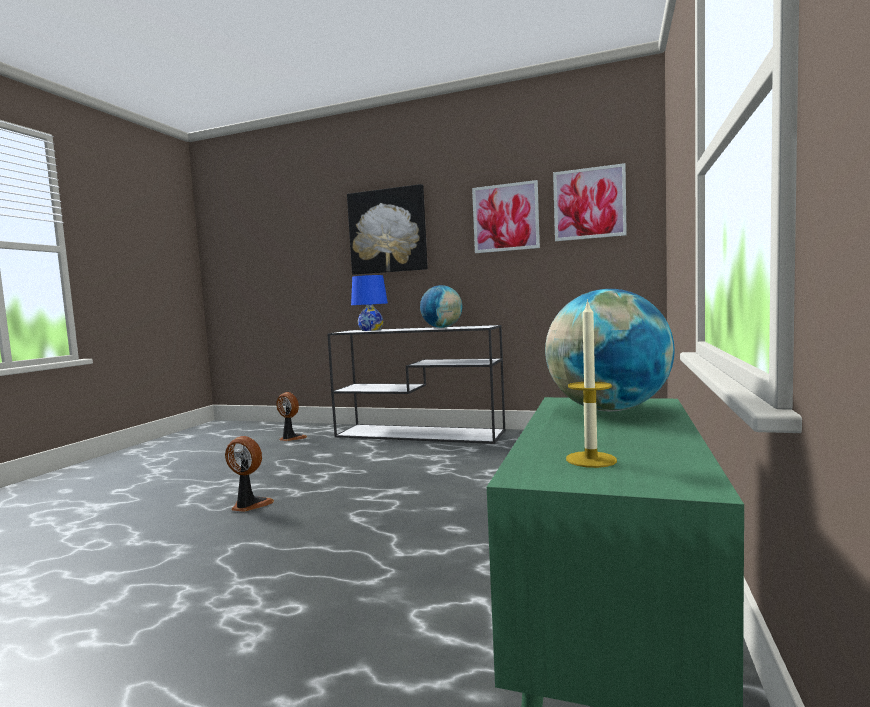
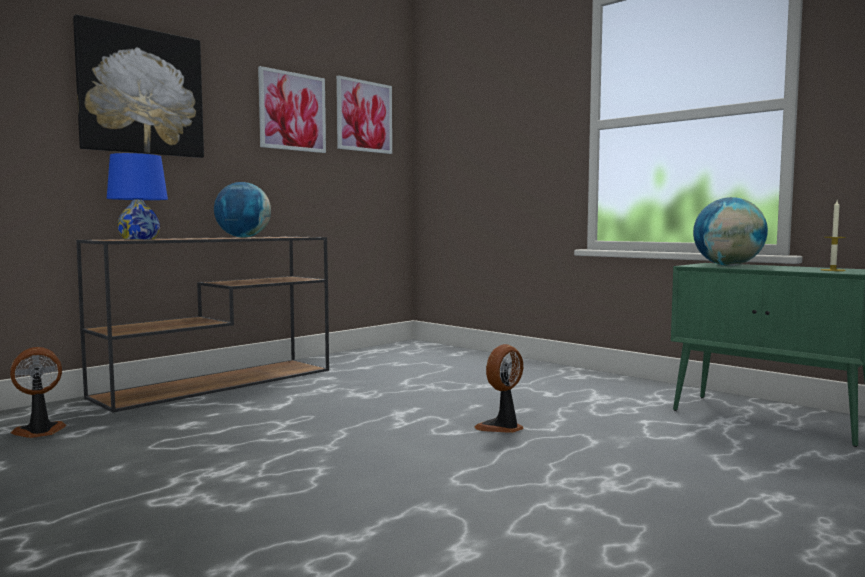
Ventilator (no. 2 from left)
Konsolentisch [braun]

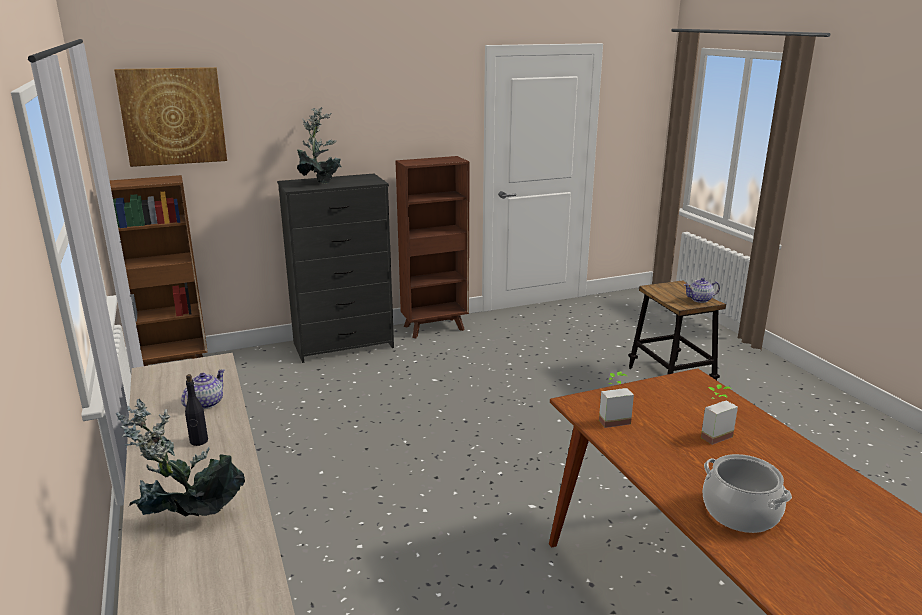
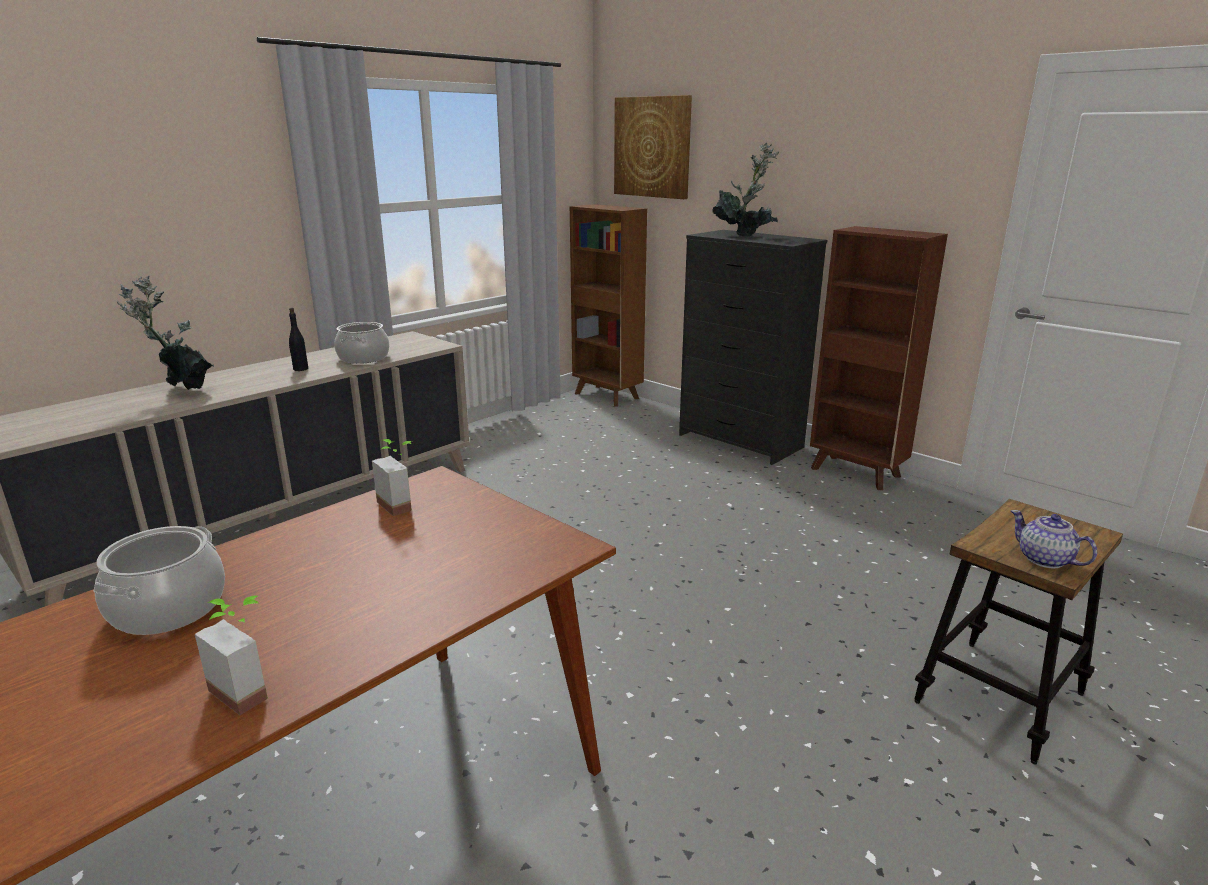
Topfpflanze (no. 2 from left)
Kochtopf (no. 2 from left)

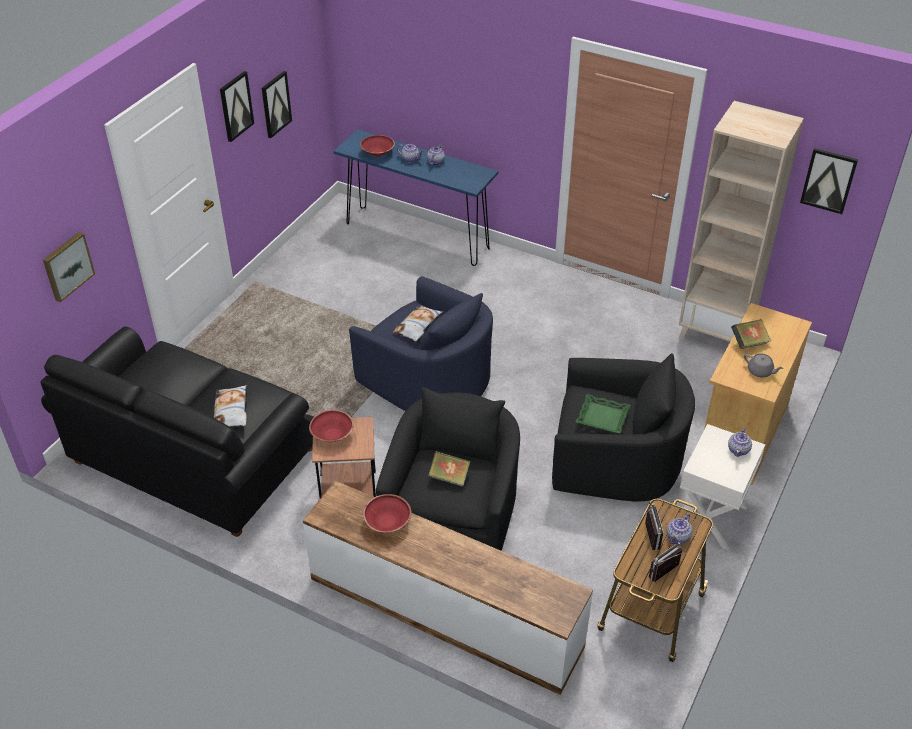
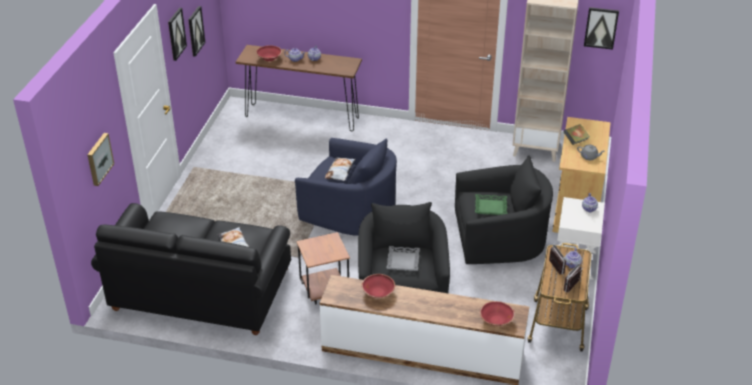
Schüssel [rot] (no. 3 from left)
Tablett [grau]
Konsolentisch [braun]

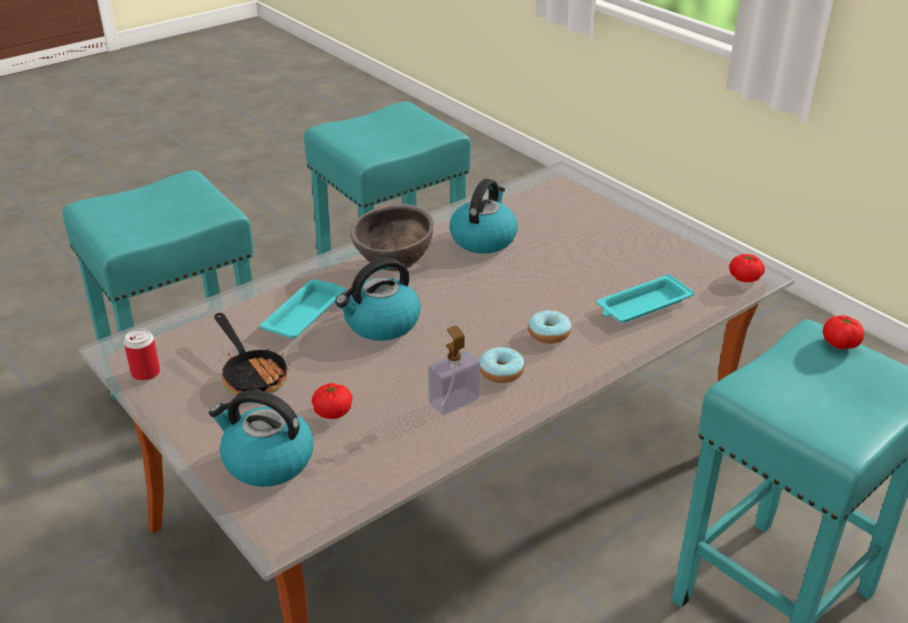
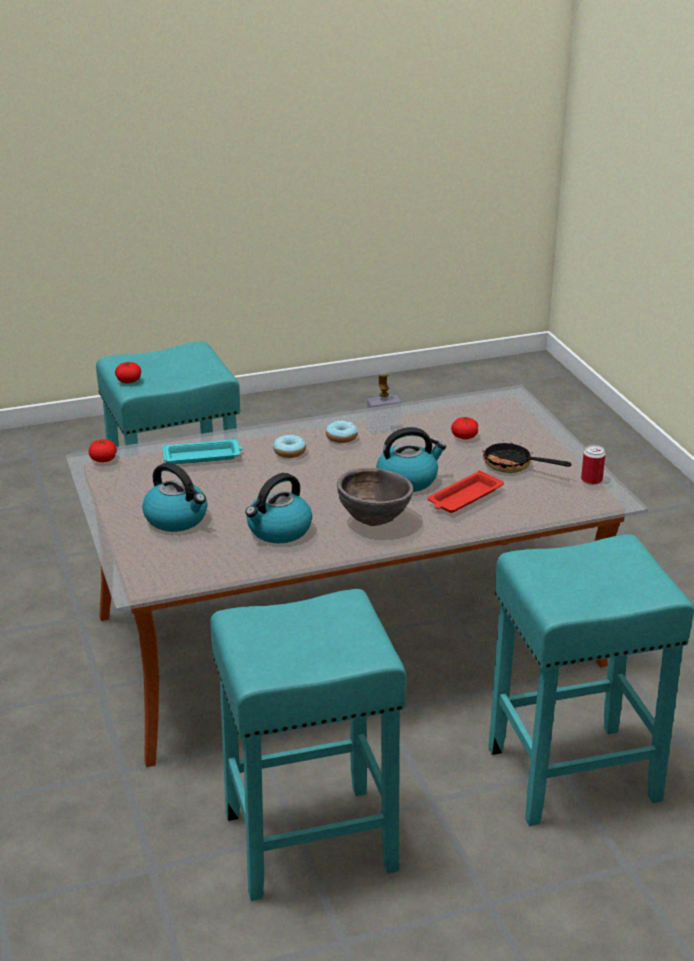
Wasserkessel (no. 1 from left)
Tablett [rot]
Pfanne

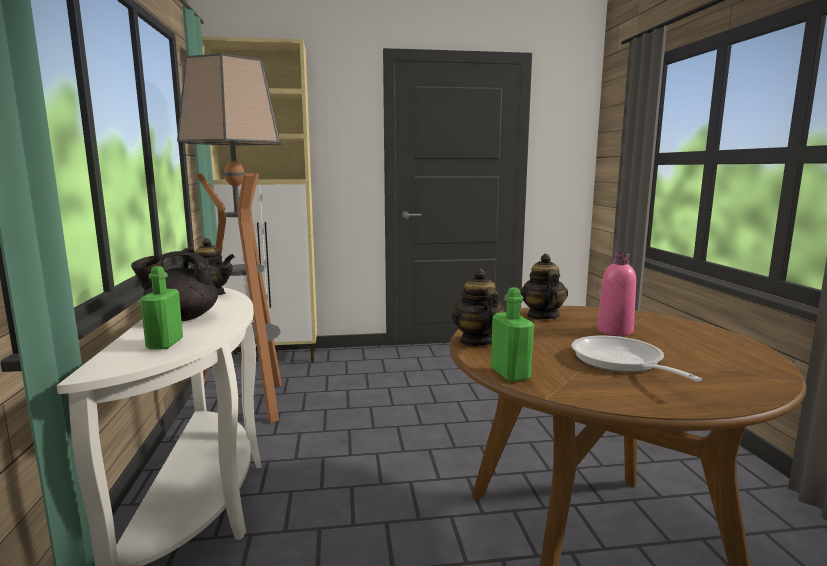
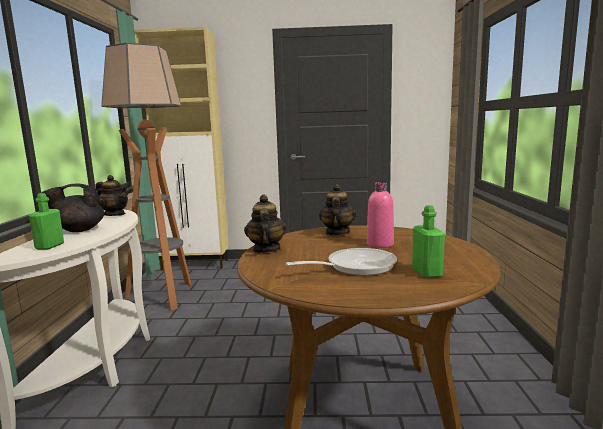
Flasche [grün] (no. 2 from left)
Pfanne

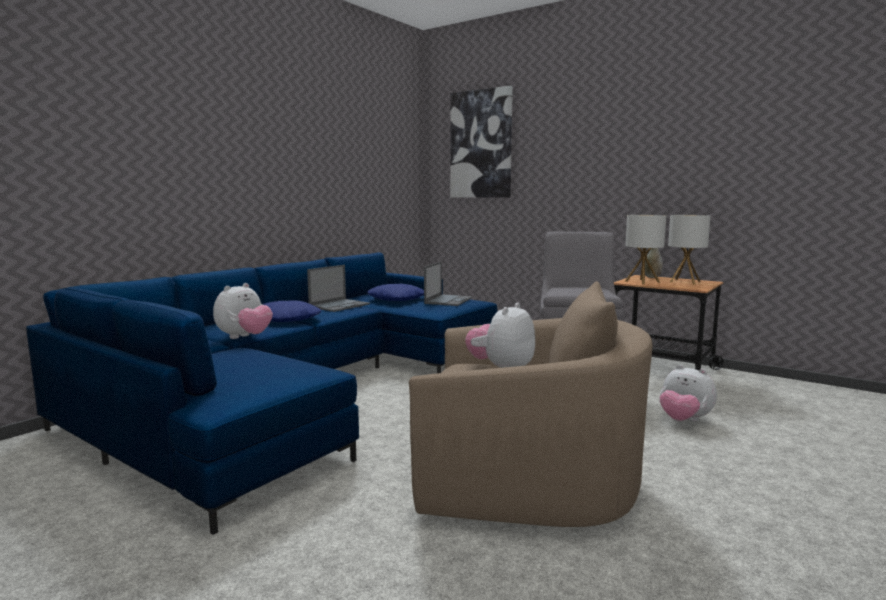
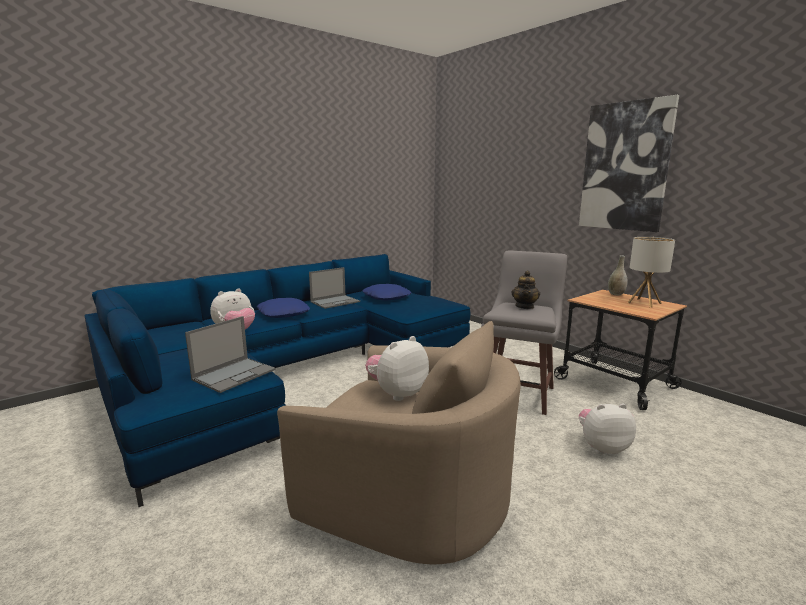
Tischlampe (no. 1 from left in the first image)
Teekanne
Laptop (no. 1 from left)
Bild
Plüschtier (no. 3 from left)

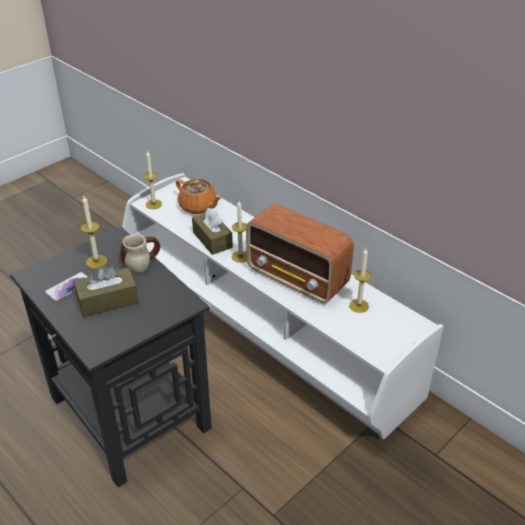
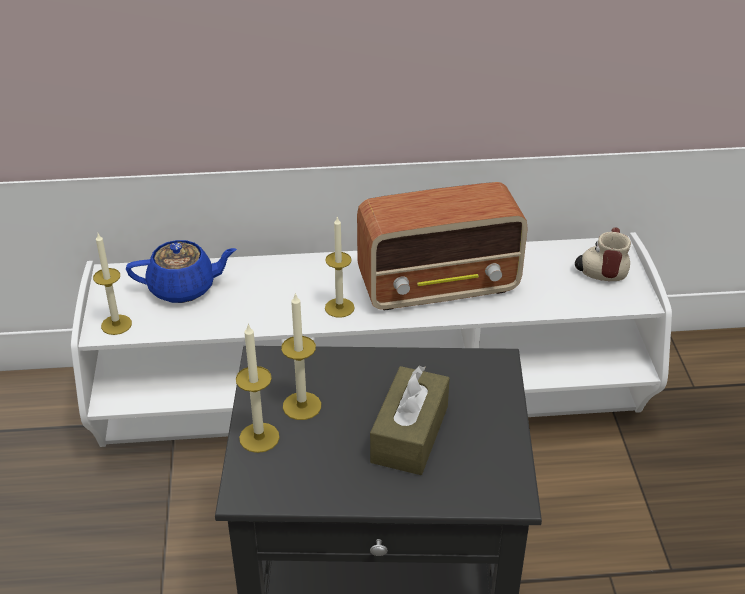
Handy
Taschentuchbox [braun] (no. 2 from left in the first image)
Henkelbecher
Kerze (no. 2 from left)
Teekanne [blau]

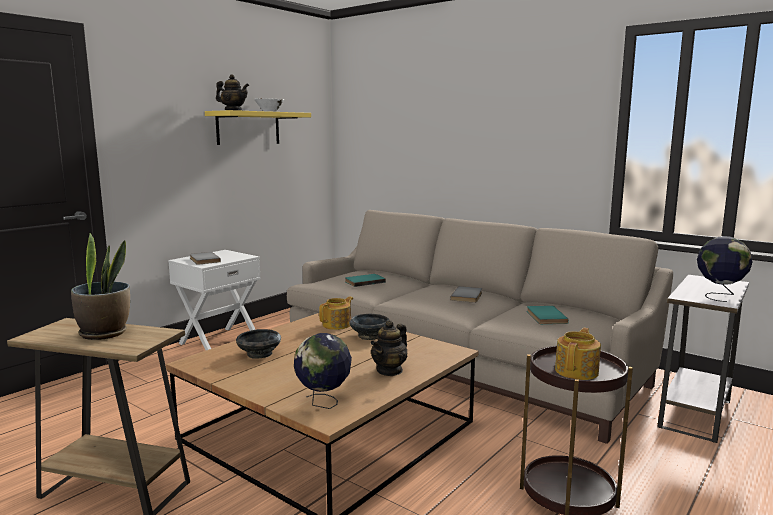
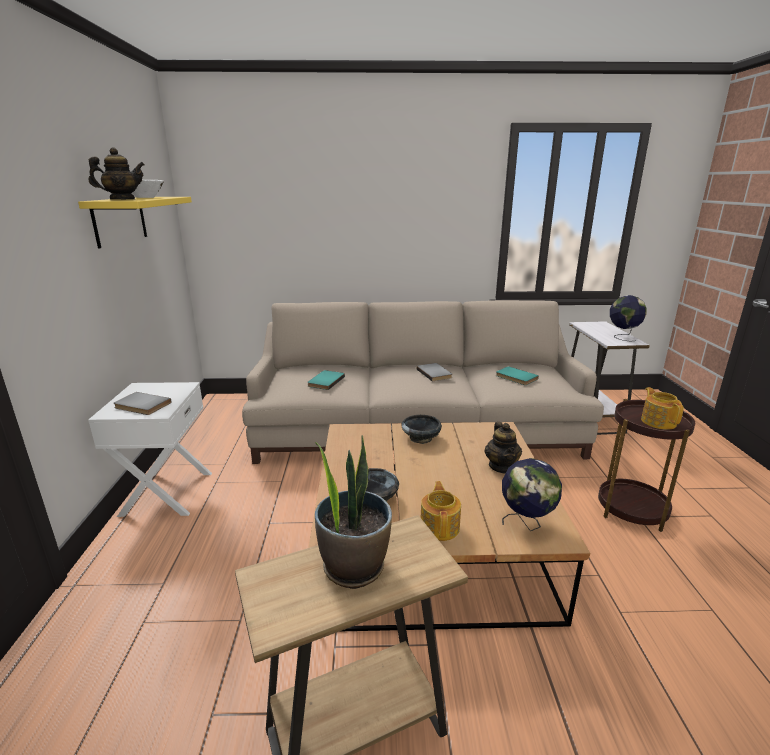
Teekanne (no. 2 from left)

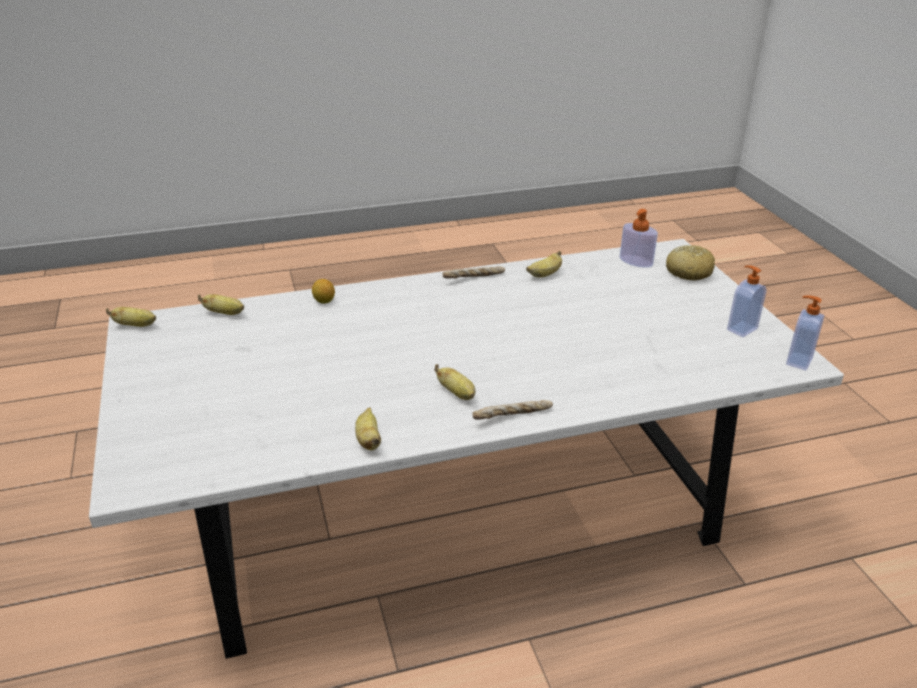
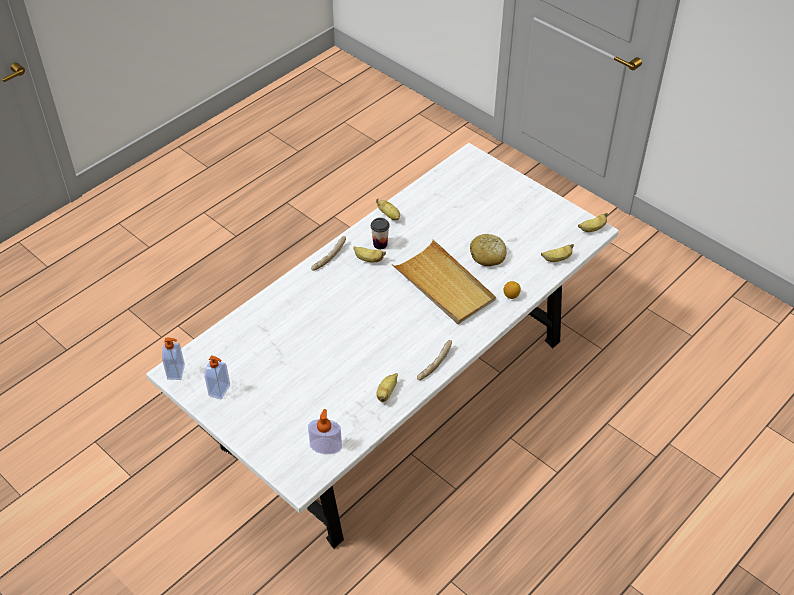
Tasse
Tablett [beige]
Brot (no. 3 from left)

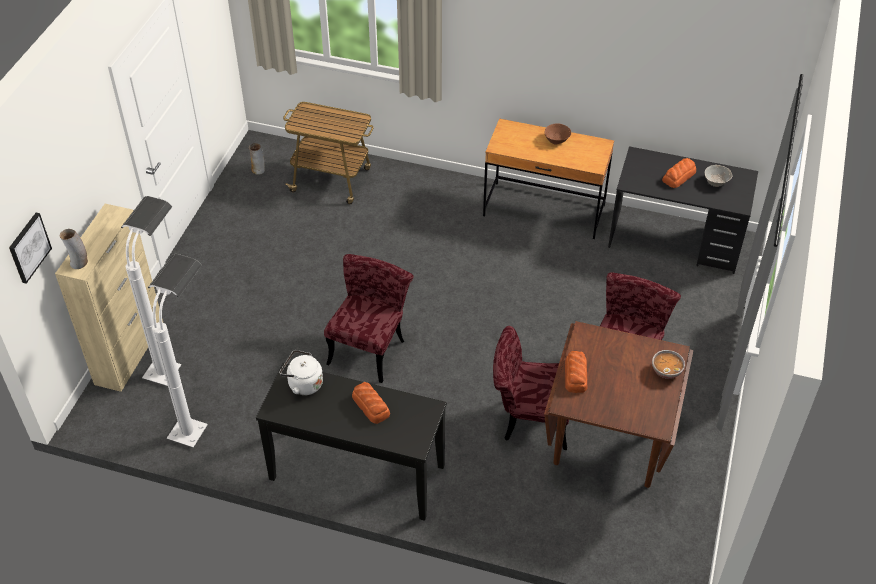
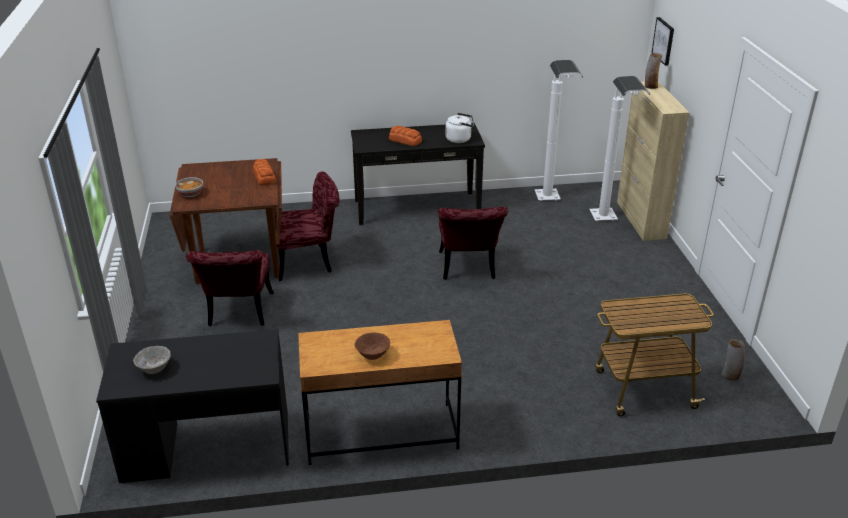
Brot (no. 3 from left in the first image)

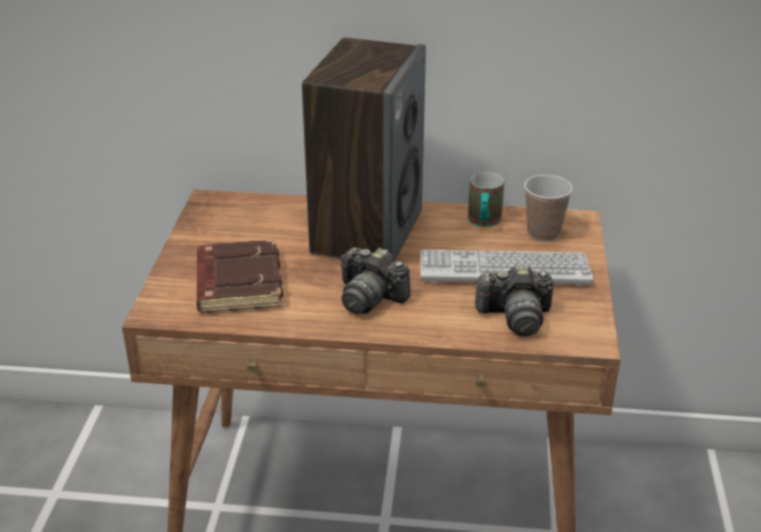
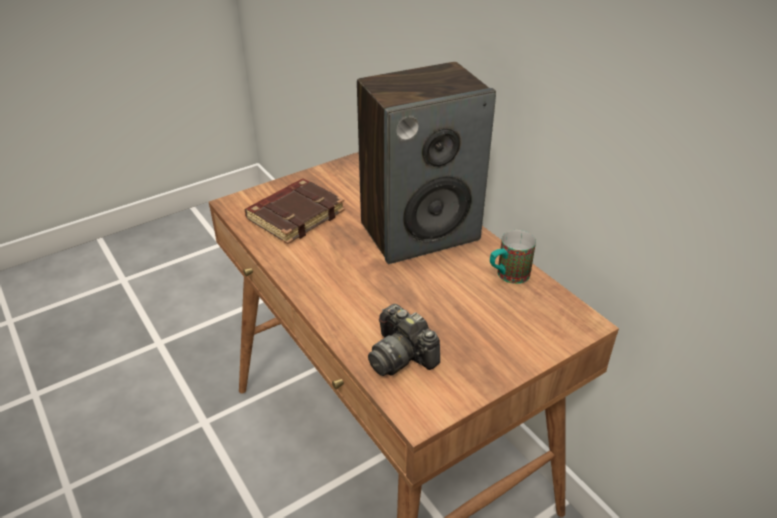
Kamera (no. 1 from left in the first image)
Tastatur
Tasse

